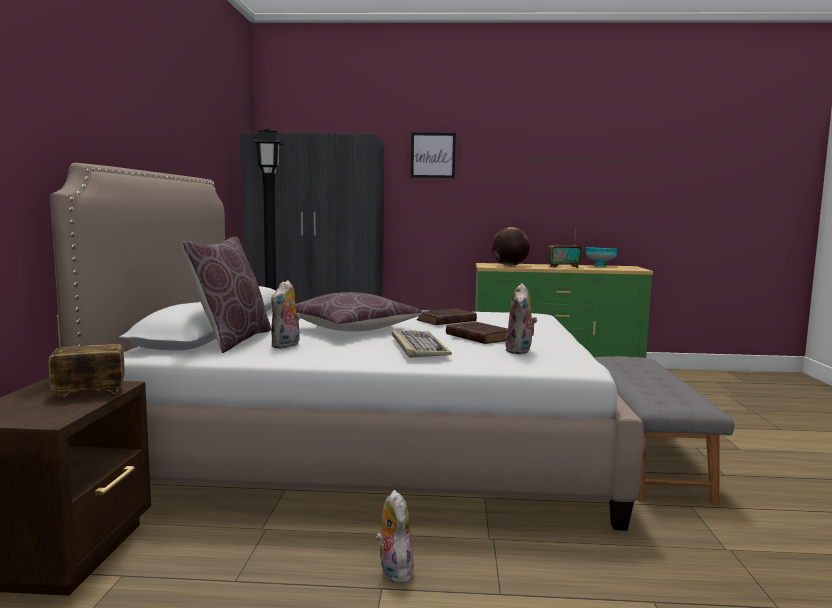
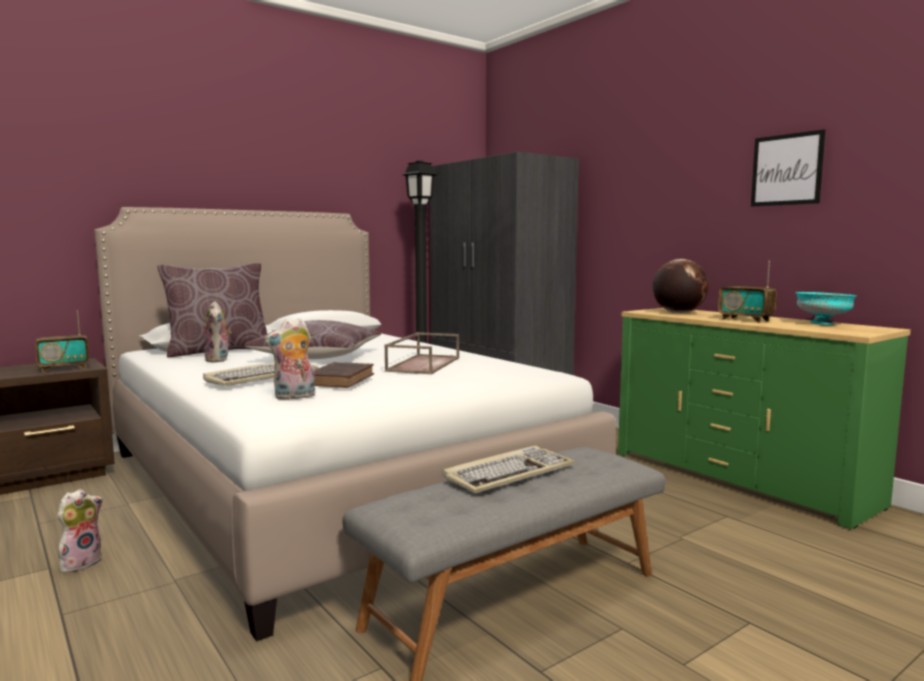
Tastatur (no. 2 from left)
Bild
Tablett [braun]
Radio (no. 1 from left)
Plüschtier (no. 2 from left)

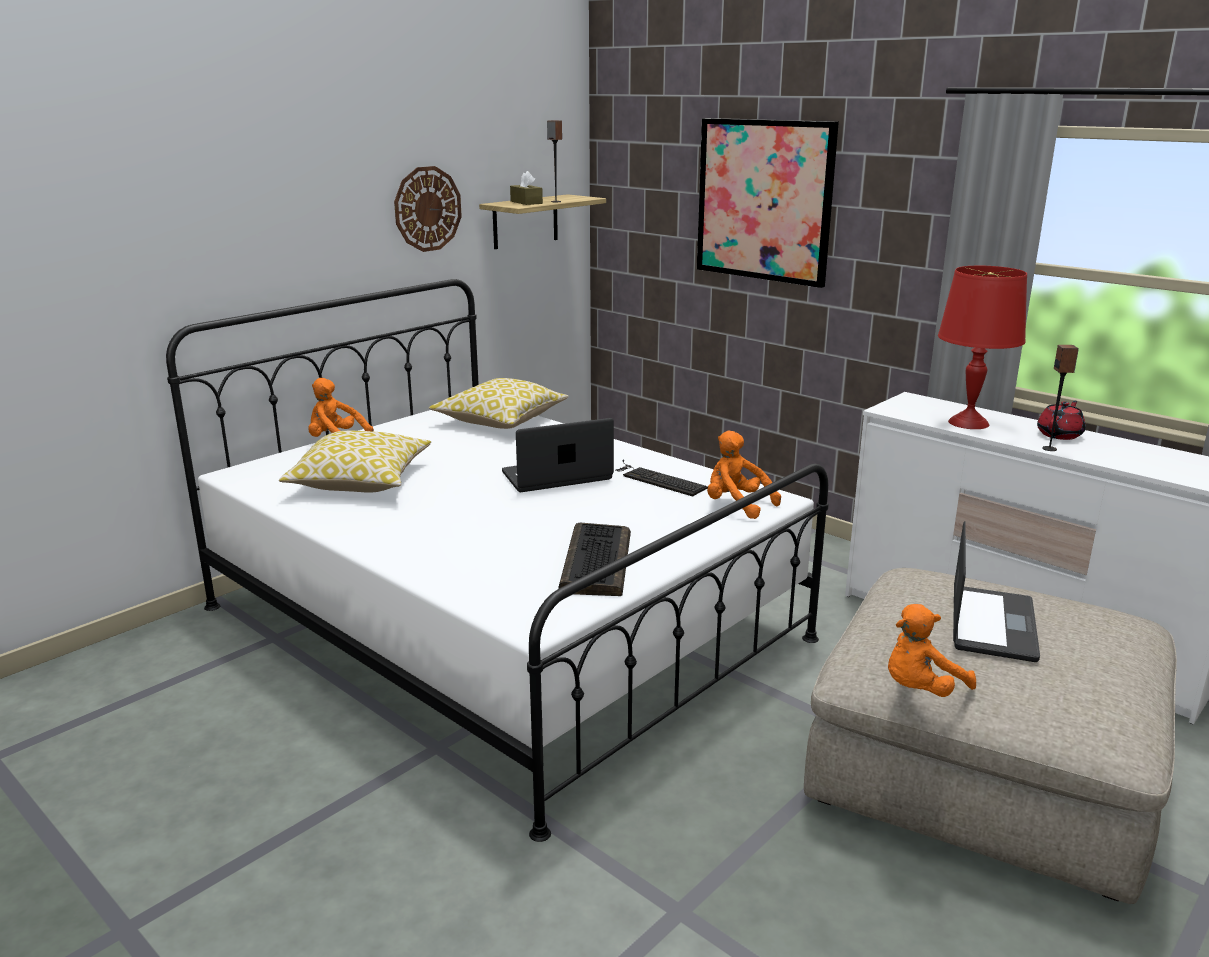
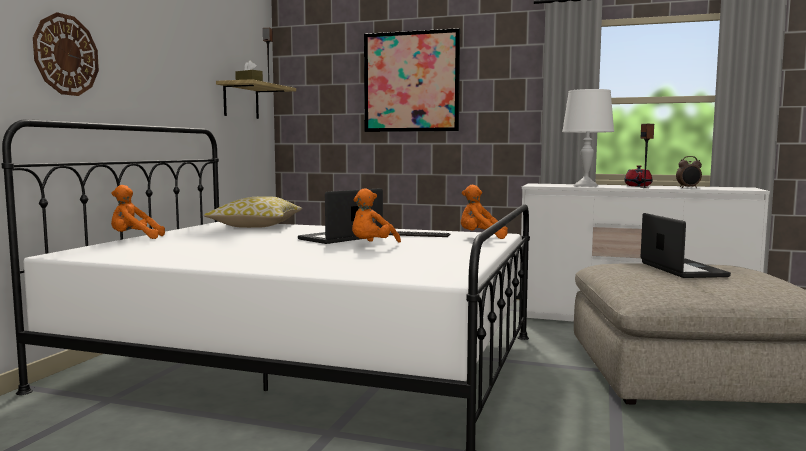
Kissen (no. 1 from left in the first image)
Tastatur (no. 1 from left in the first image)
Wecker
Wanduhr
Plüschtier [orange] (no. 2 from left)
Tischlampe [weiß]

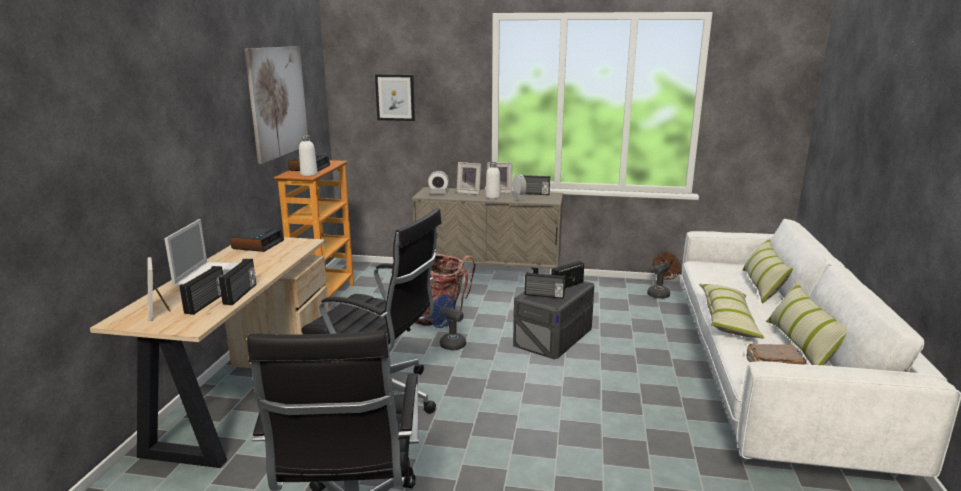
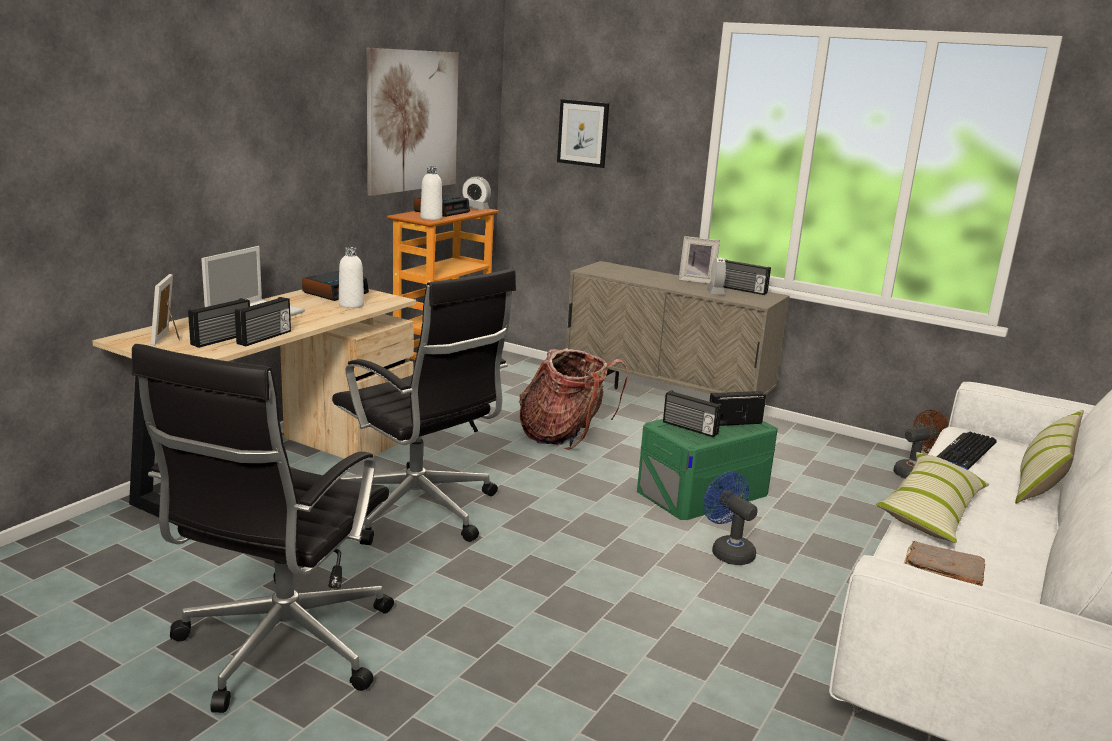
Bilderrahmen (no. 2 from left in the first image)
Kissen (no. 3 from left in the first image)
Tastatur
Wecker (no. 3 from left)
Ventilator [blau]
Flasche [weiß] (no. 1 from left)
Aufbewahrungsbox [grün]

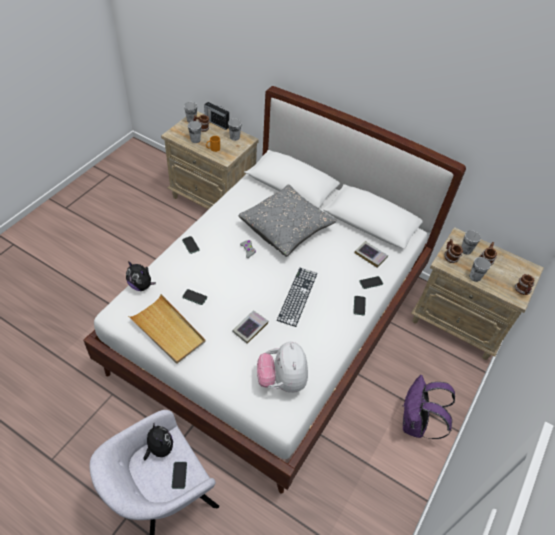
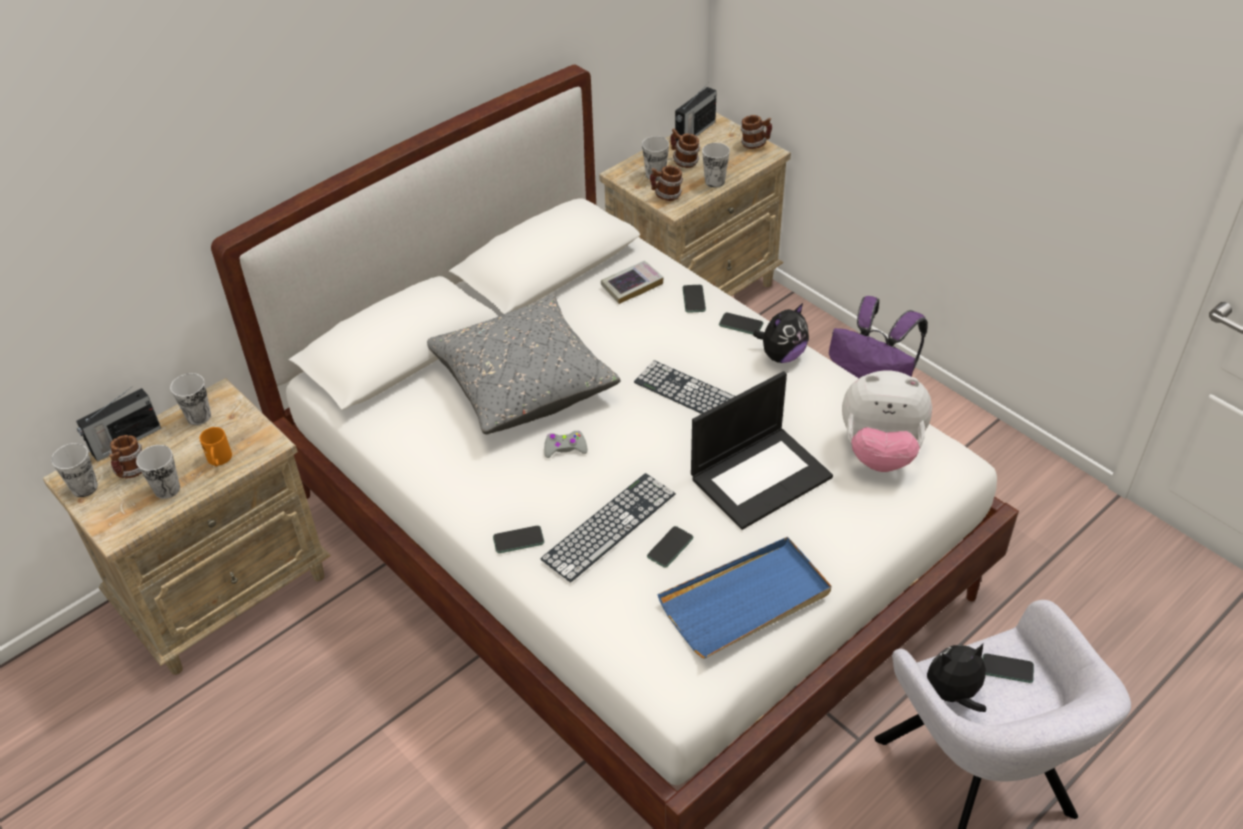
Tastatur (no. 1 from left)
Radio (no. 2 from left)
Plüschtier (no. 1 from left)
Laptop
Tablett [blau]

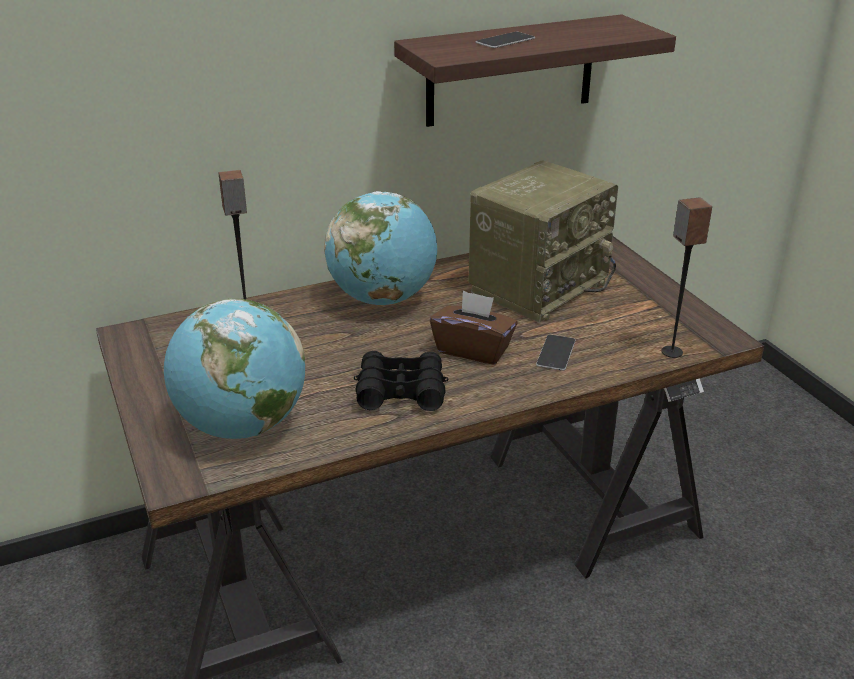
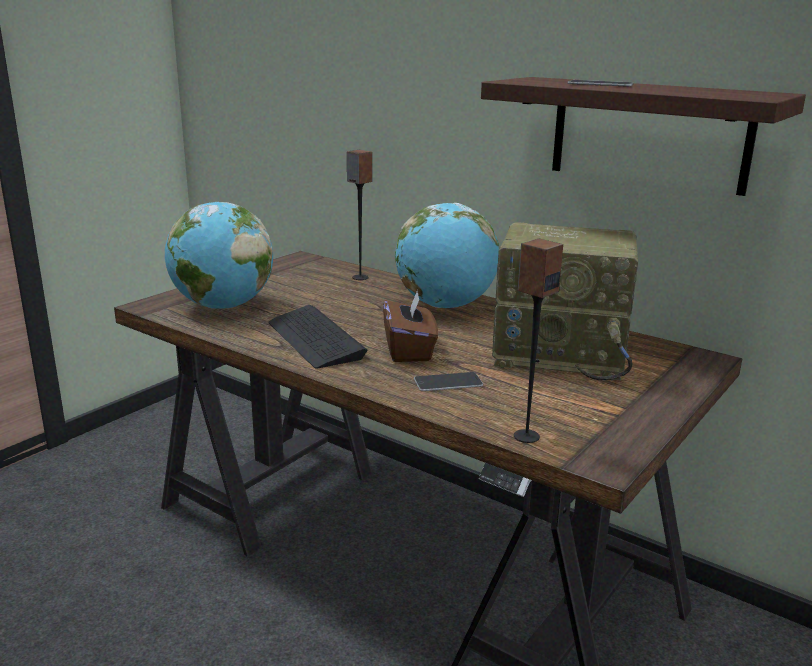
Tastatur

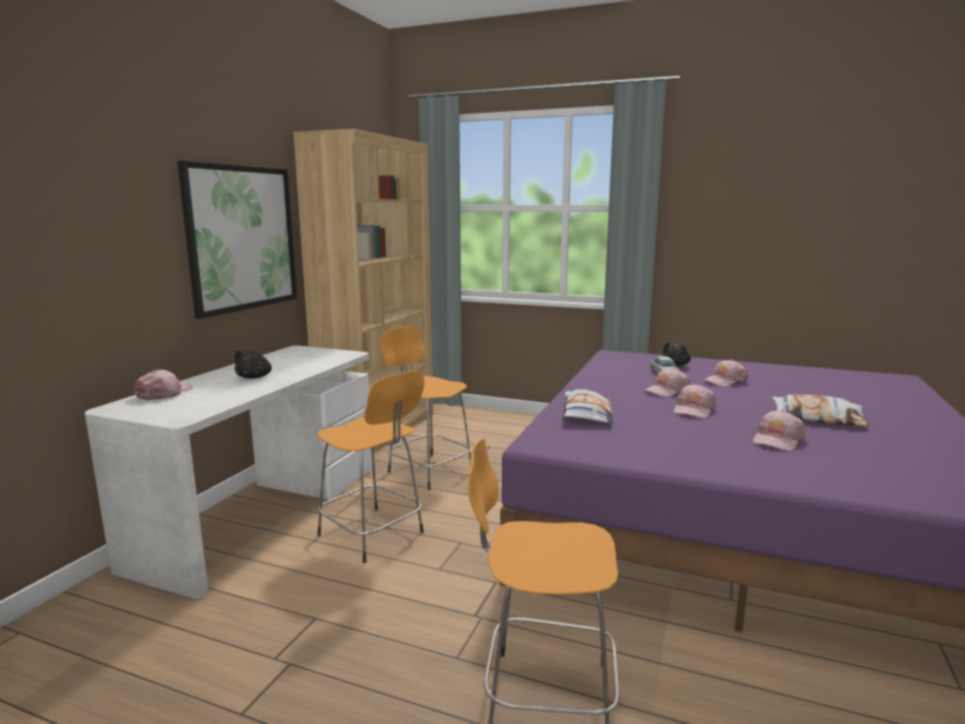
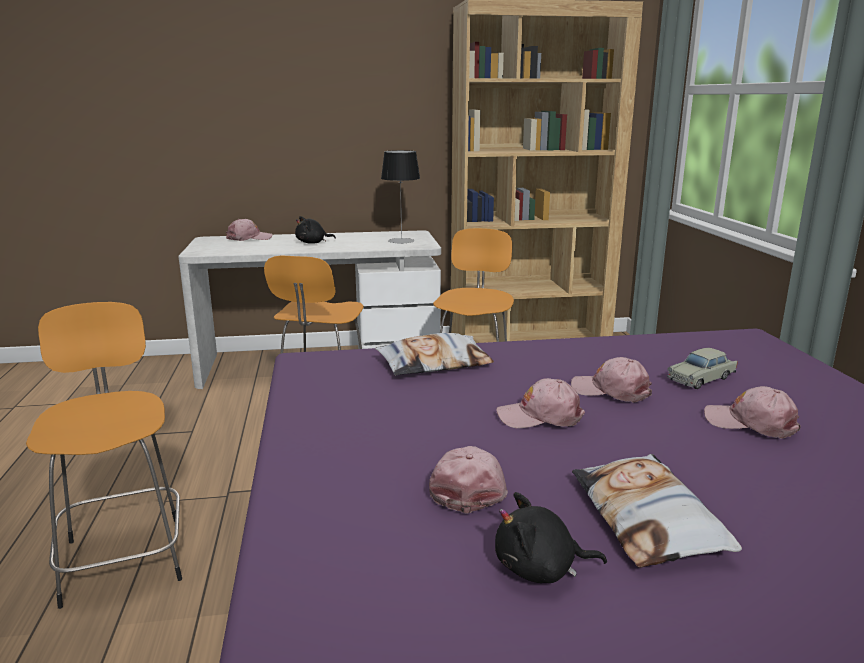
Bild
Tischlampe
Plüschtier [schwarz] (no. 2 from left)
Kappe [rosa] (no. 2 from left)

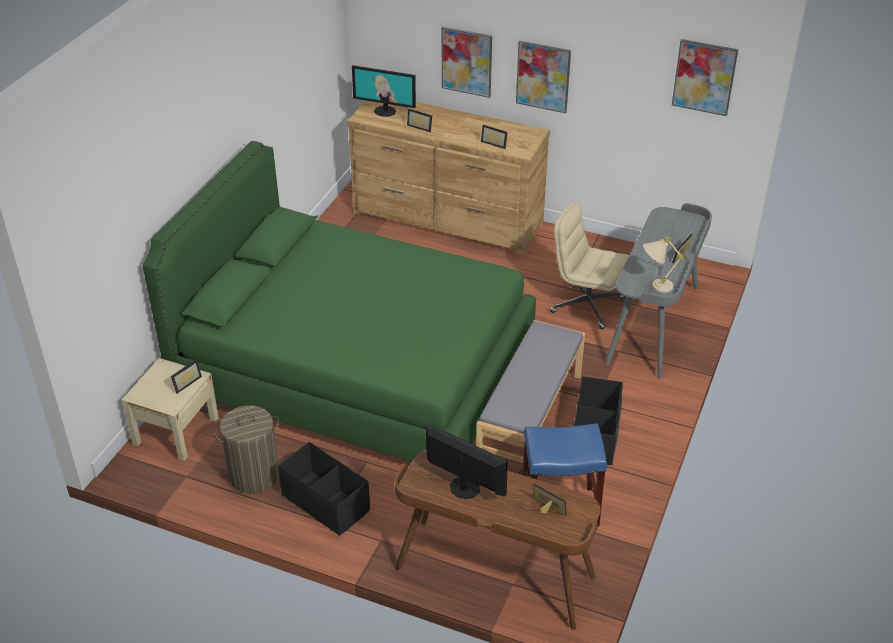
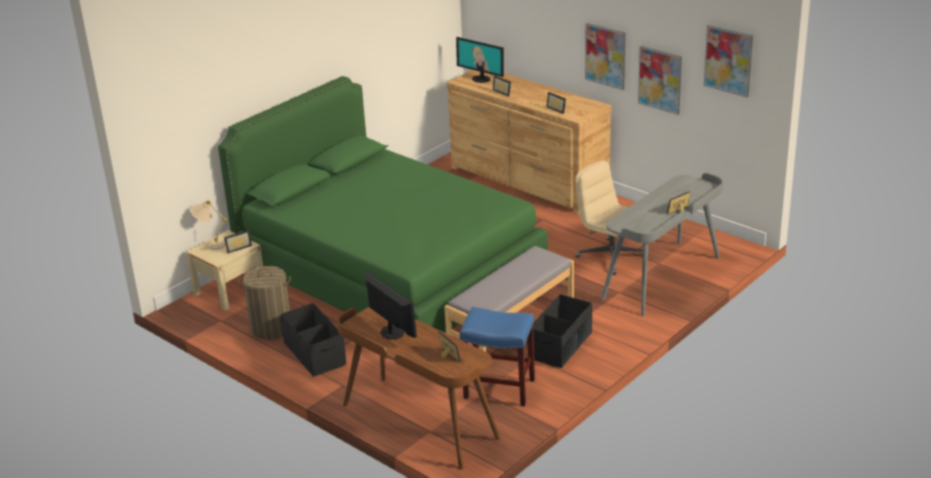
Bild (no. 2 from left)
Tischlampe [beige]

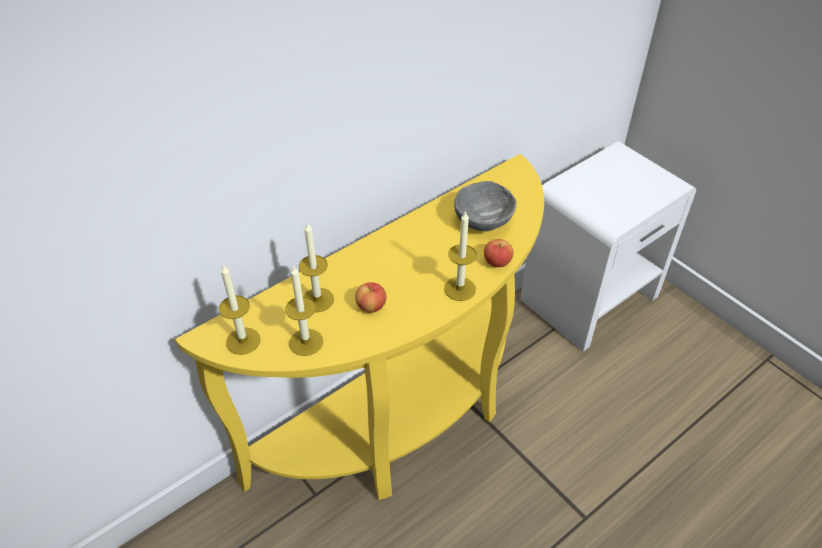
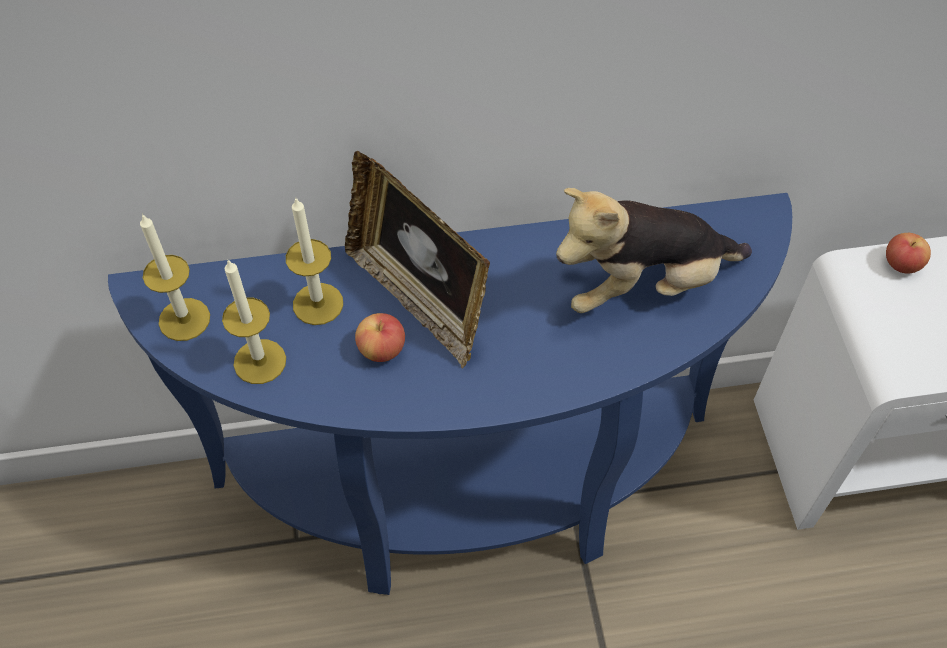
Kerze (no. 4 from left in the first image)
Bilderrahmen
Apfel (no. 2 from left)
Plüschtier
Konsolentisch [blau]

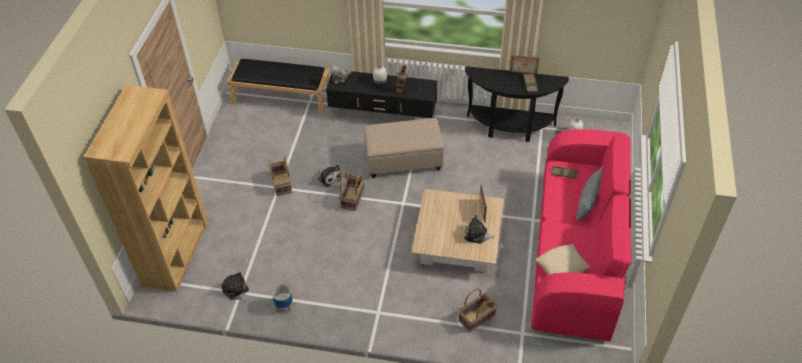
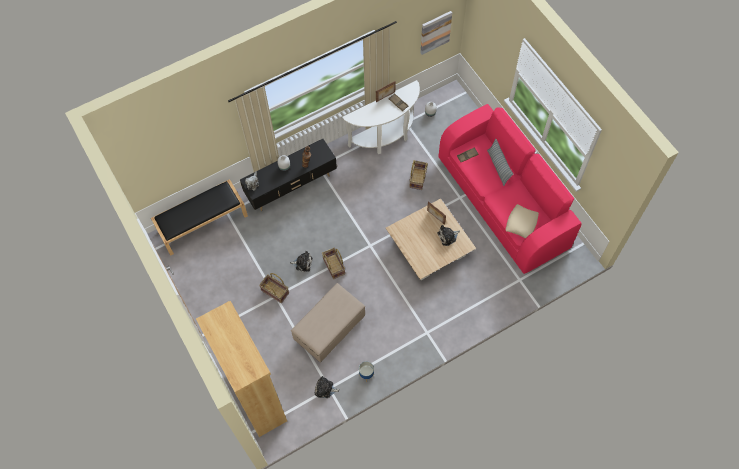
Bild
Polsterhocker [beige]
Korb (no. 3 from left)
Konsolentisch [weiß]

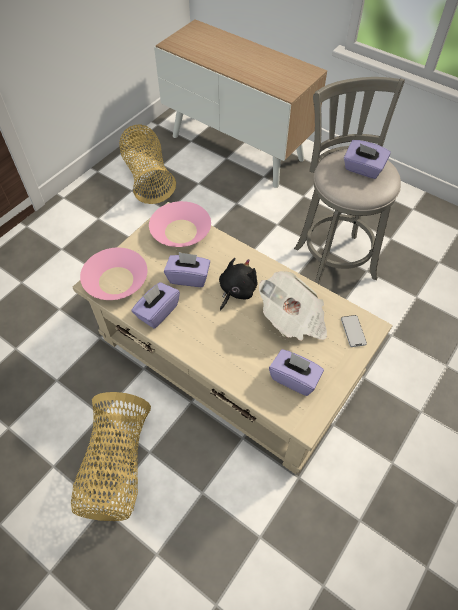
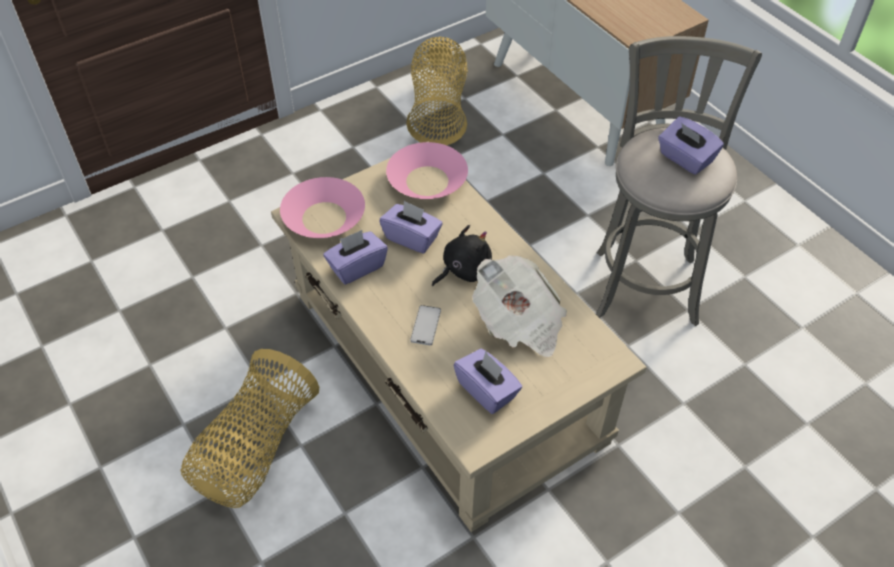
Handy

